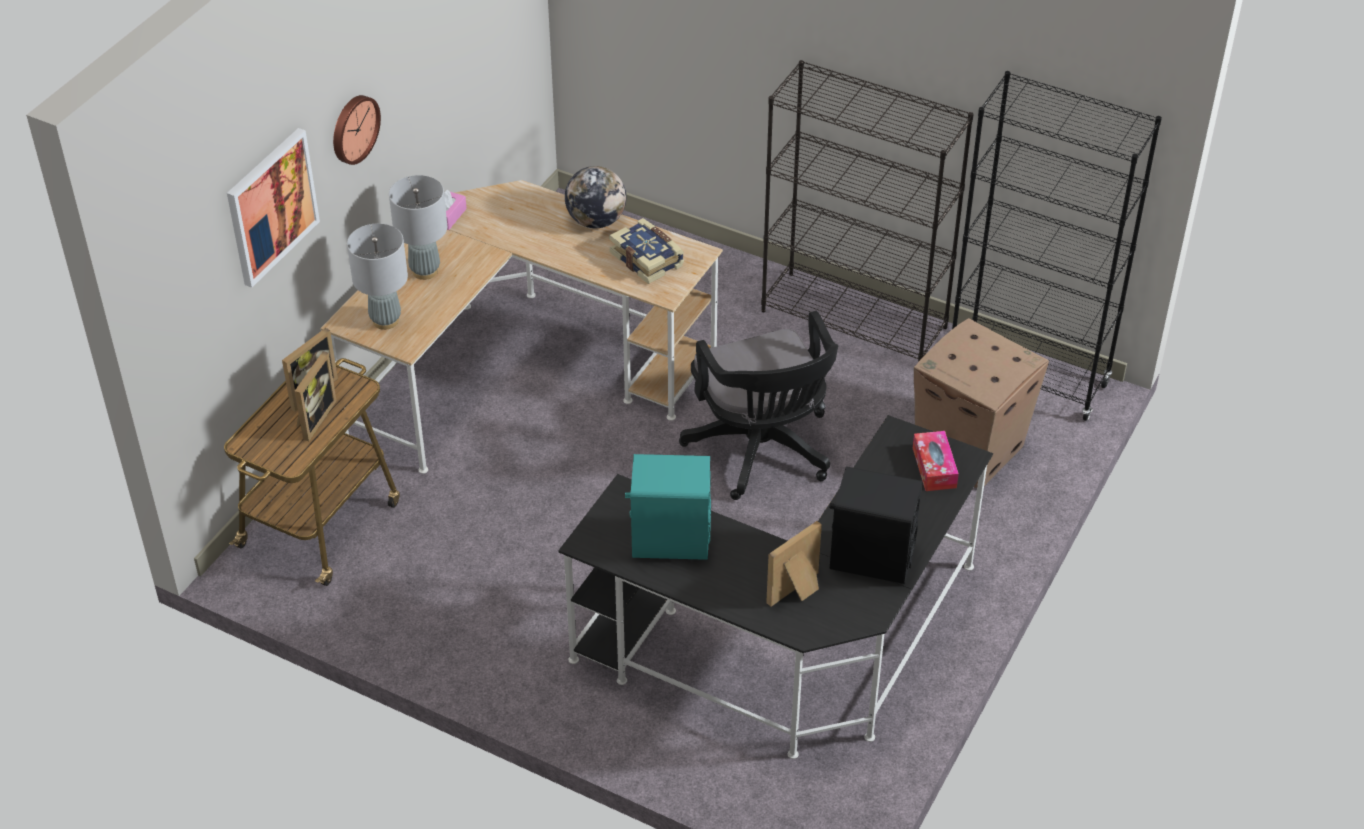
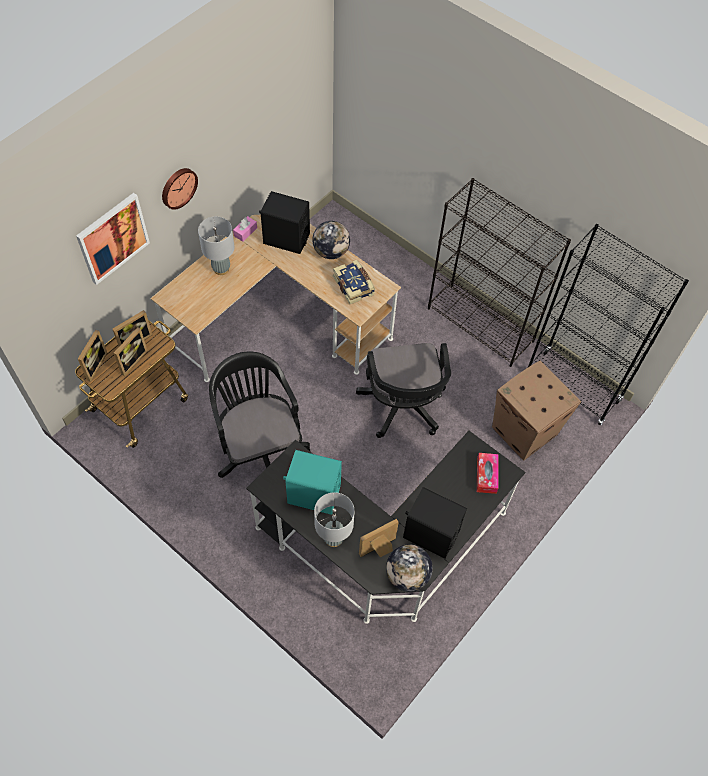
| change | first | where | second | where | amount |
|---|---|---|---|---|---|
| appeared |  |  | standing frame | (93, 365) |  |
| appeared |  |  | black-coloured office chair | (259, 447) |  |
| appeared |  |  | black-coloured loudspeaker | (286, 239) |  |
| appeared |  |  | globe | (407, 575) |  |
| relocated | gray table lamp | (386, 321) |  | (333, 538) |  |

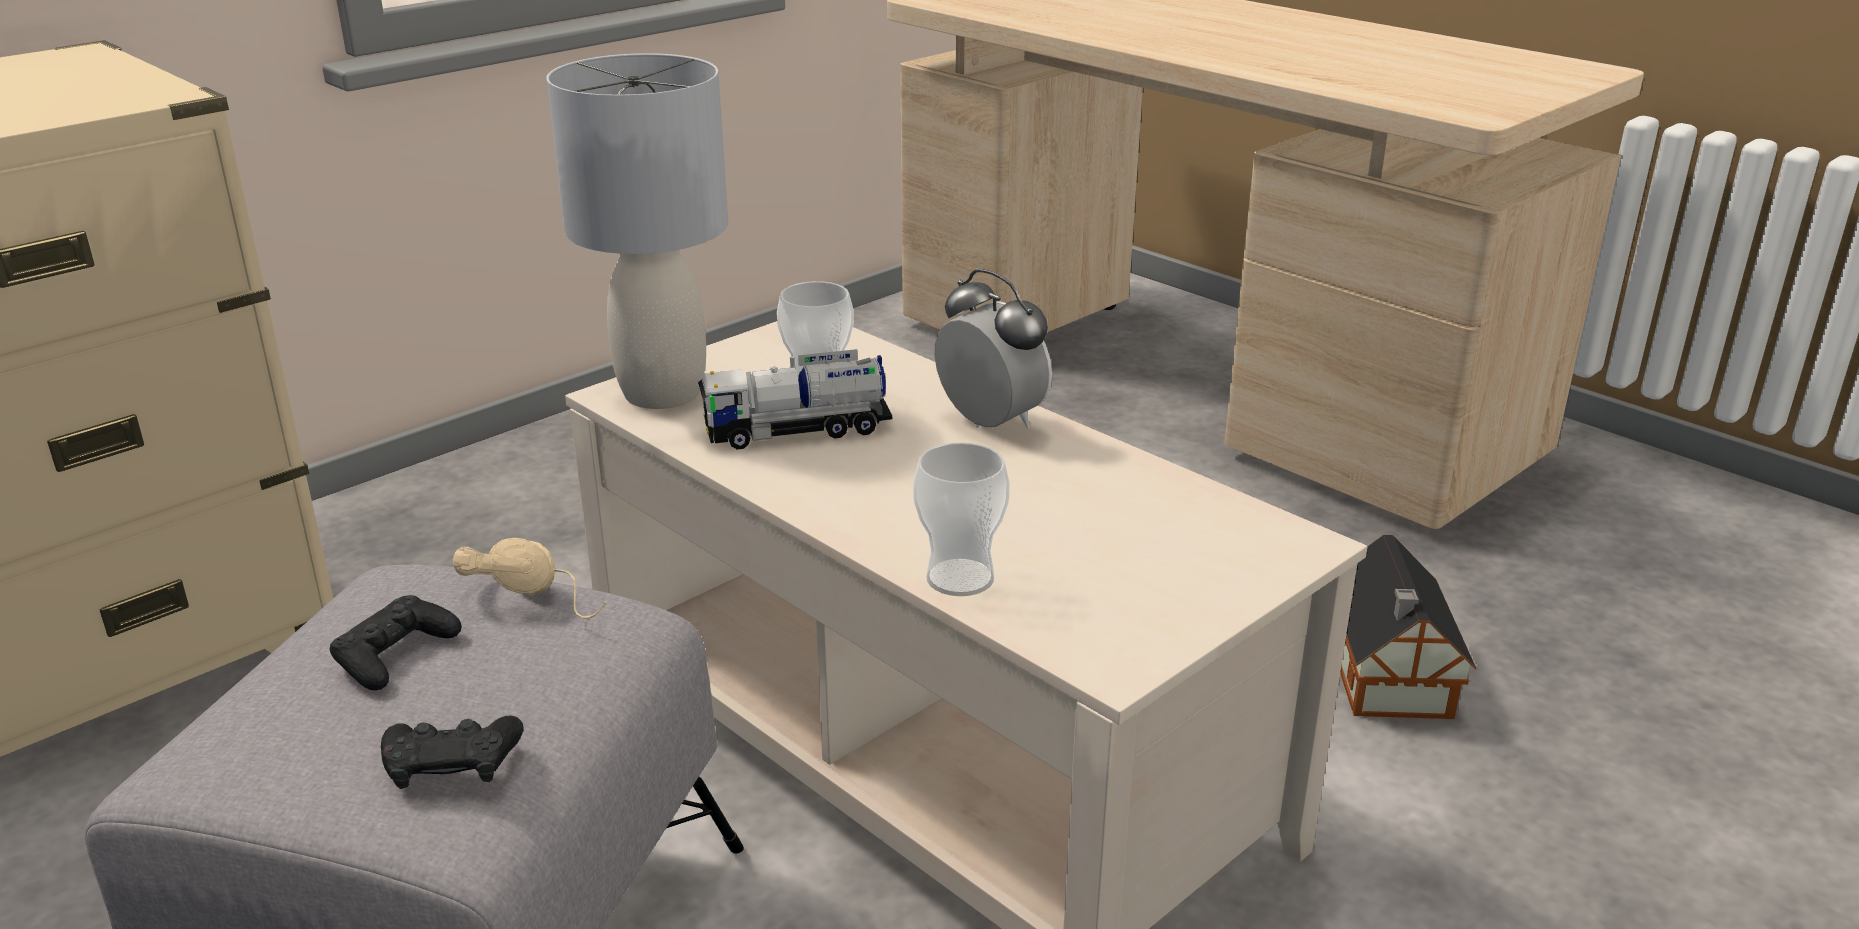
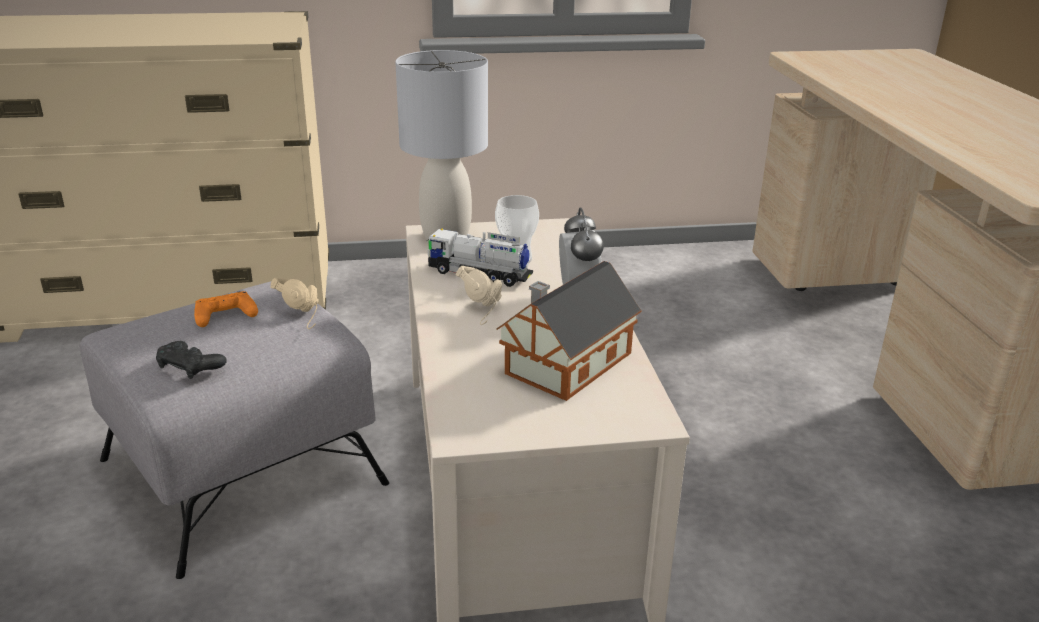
| change | first | where | second | where | amount |
|---|---|---|---|---|---|
| missing | drinking cup | (960, 578) |  |  |  |
| appeared |  |  | beige-coloured pair of headphones | (487, 308) |  |
| relocated | model house | (1387, 677) |  | (564, 365) |  |
| colour | black-coloured gamepad | (395, 655) | orangey gamepad | (225, 316) |  |

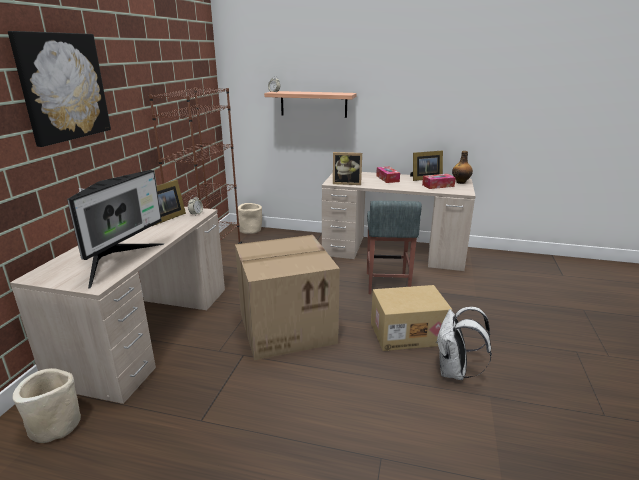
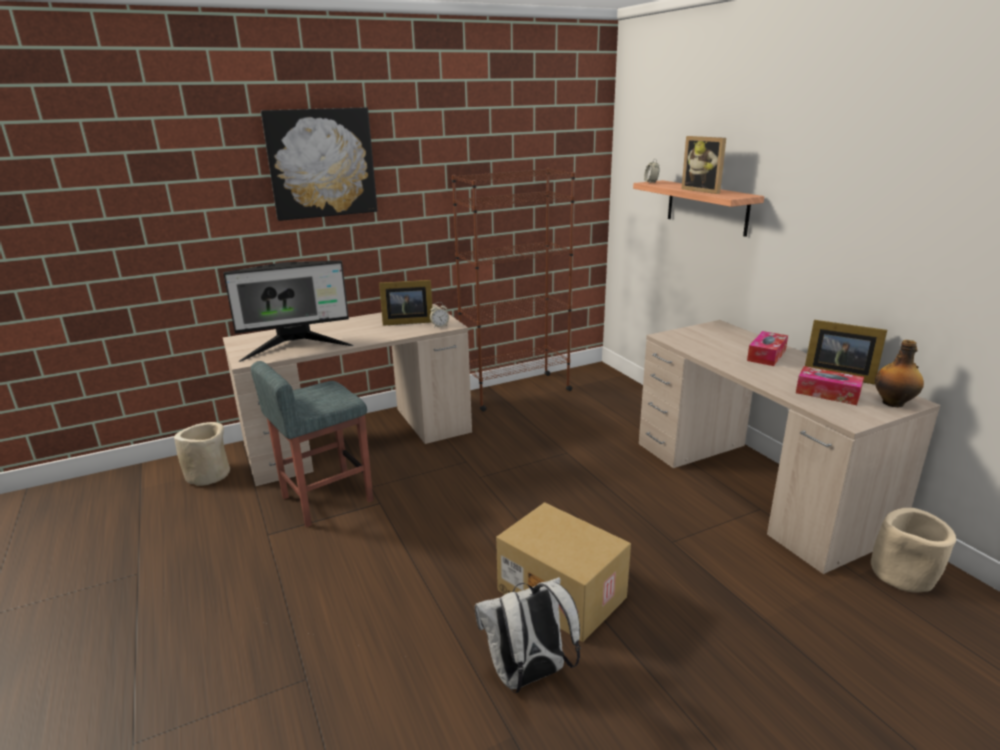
| change | first | where | second | where | amount |
|---|---|---|---|---|---|
| missing | packing box | (287, 326) |  |  |  |
| relocated | beige-coloured plant pot | (250, 230) |  | (902, 576) |  |
| relocated | standing frame | (347, 183) |  | (704, 190) |  |
| relocated | gray sitting stool | (387, 284) |  | (325, 499) |  |

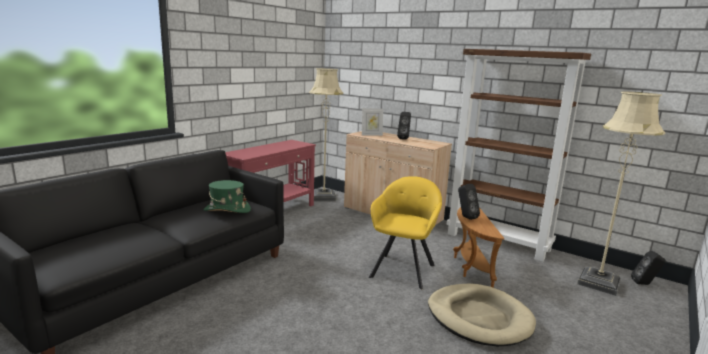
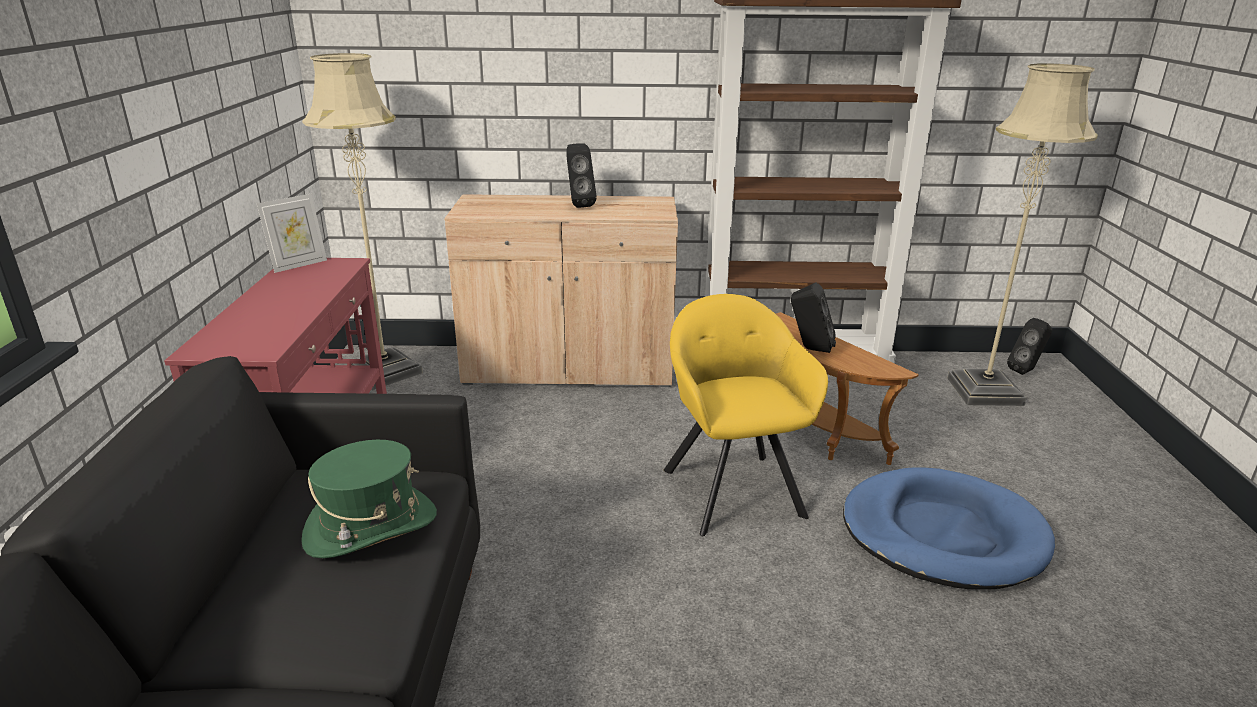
| change | first | where | second | where | amount |
|---|---|---|---|---|---|
| relocated | standing frame | (371, 135) |  | (298, 265) |  |
| colour | beige-coloured dog bed | (479, 318) | blue-coloured dog bed | (942, 534) |  |

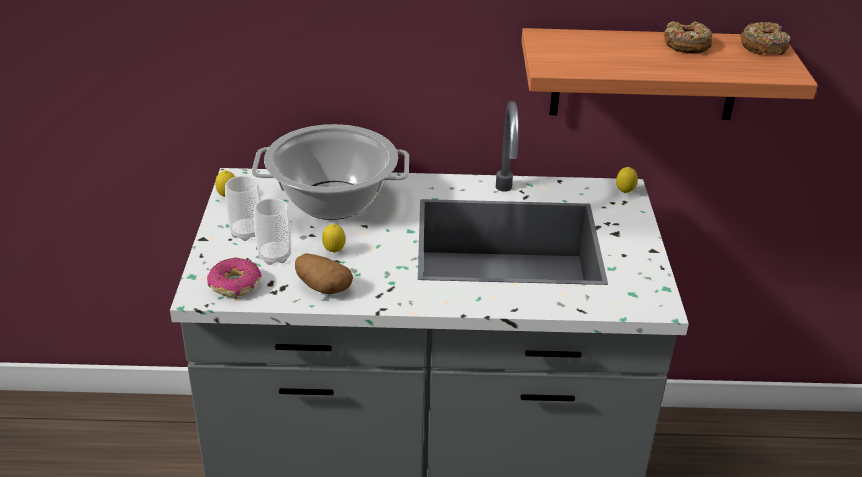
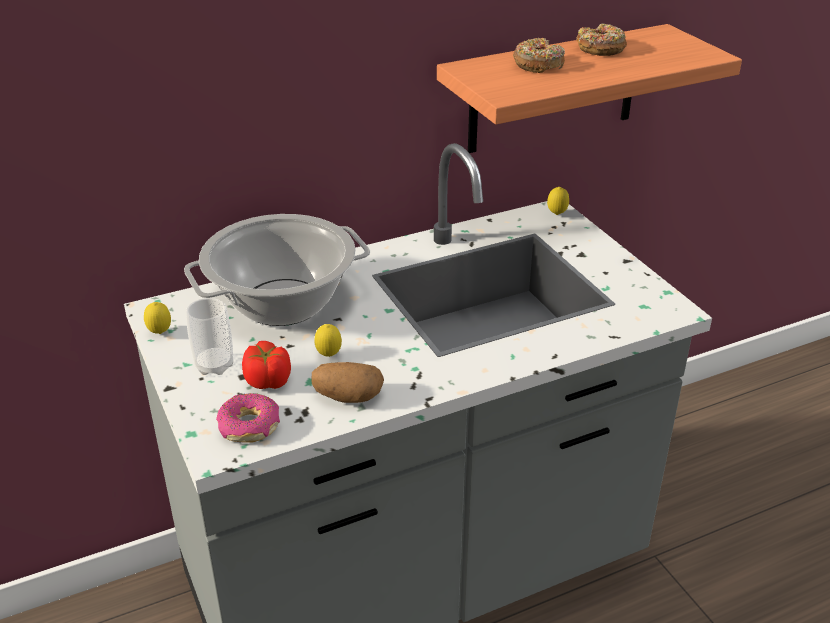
| change | first | where | second | where | amount |
|---|---|---|---|---|---|
| relocated | donut | (763, 46) |  | (538, 64) |  |
| exchanged | drinking cup | (275, 256) | whole tomato | (268, 381) |  |

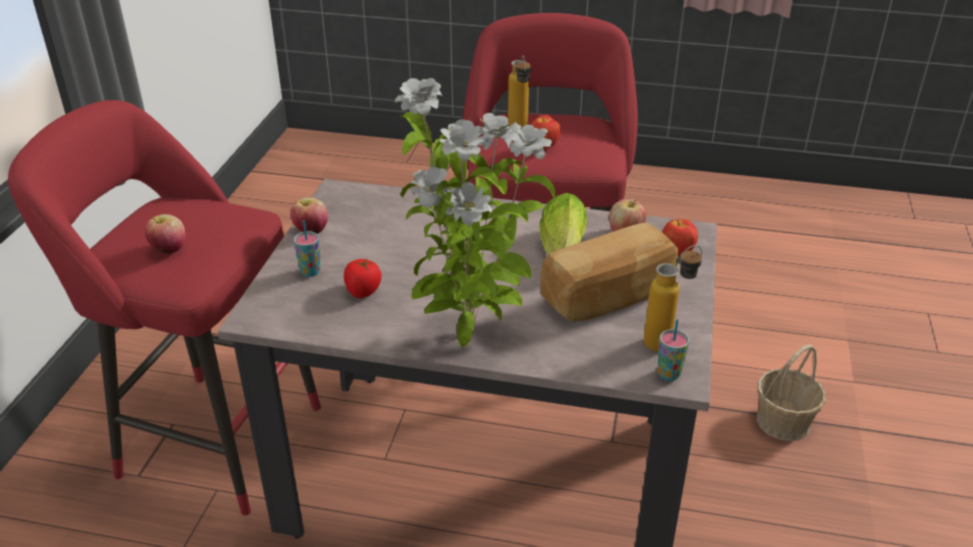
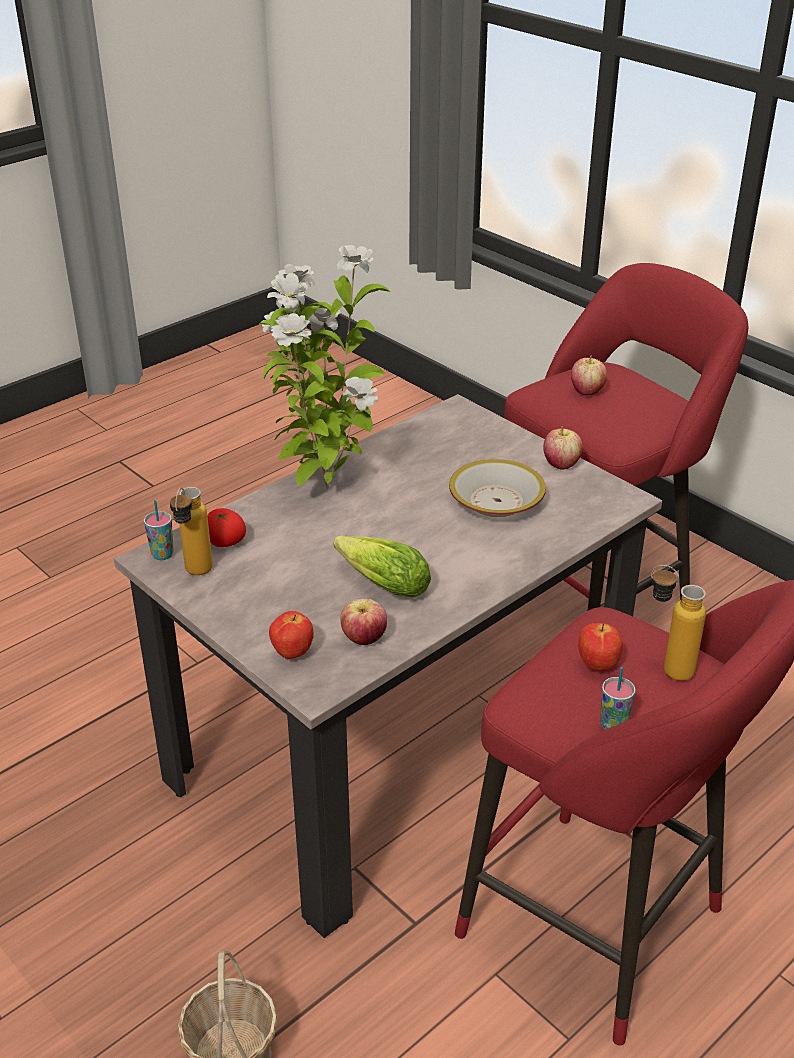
| change | first | where | second | where | amount |
|---|---|---|---|---|---|
| missing | bakery bread | (609, 297) |  |  |  |
| appeared |  |  | deep dish | (497, 502) |  |
| relocated | drinking cup | (310, 272) |  | (613, 726) |  |
| relocated | whole tomato | (363, 291) |  | (225, 542) |  |

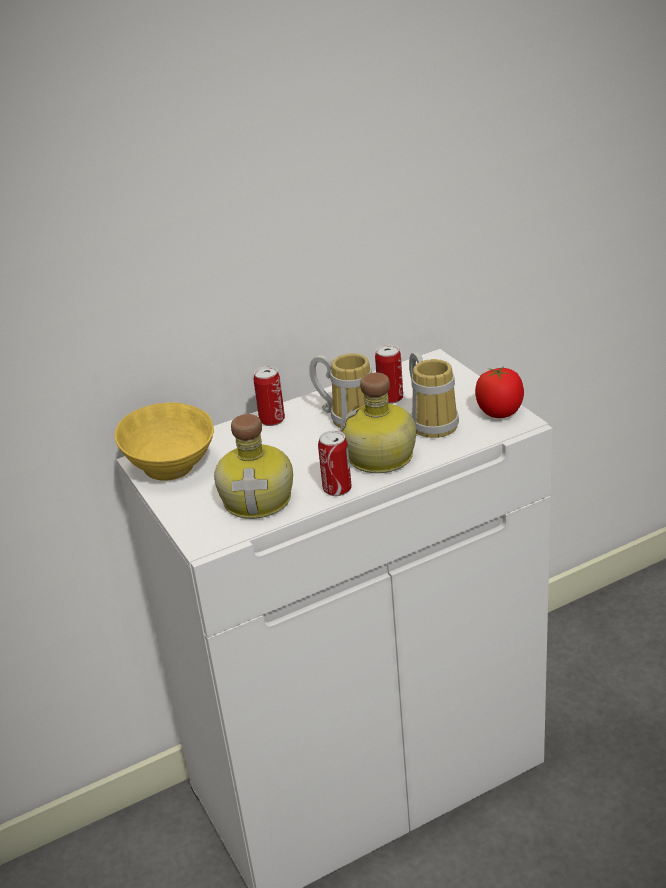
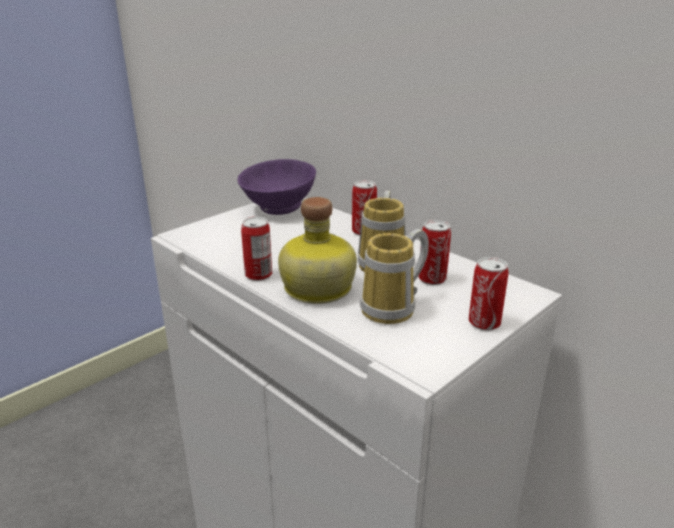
| change | first | where | second | where | amount |
|---|---|---|---|---|---|
| missing | drink bottle | (259, 499) |  |  |  |
| missing | whole tomato | (500, 413) |  |  |  |
| appeared |  |  | metal can | (484, 323) |  |
| colour | yellow-coloured deep dish | (170, 469) | purple deep dish | (277, 208) |  |

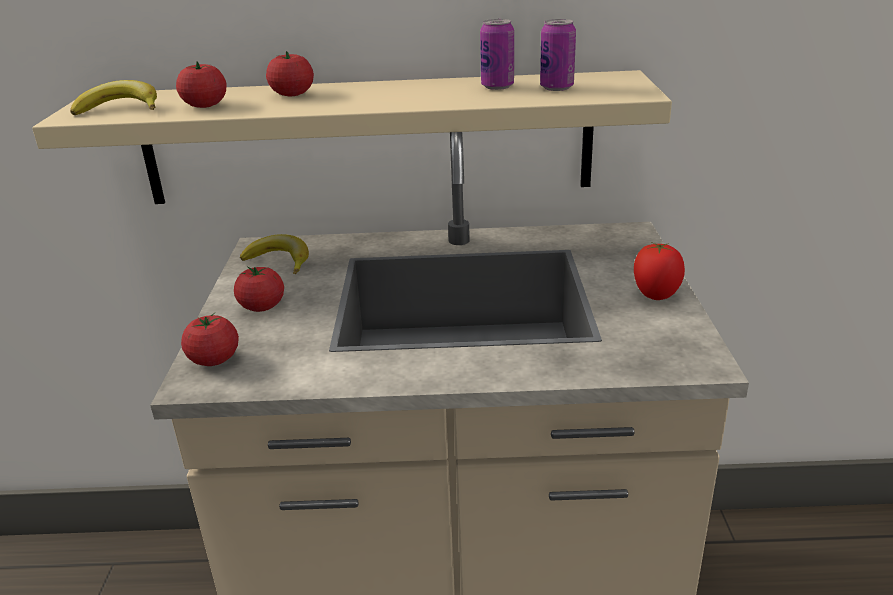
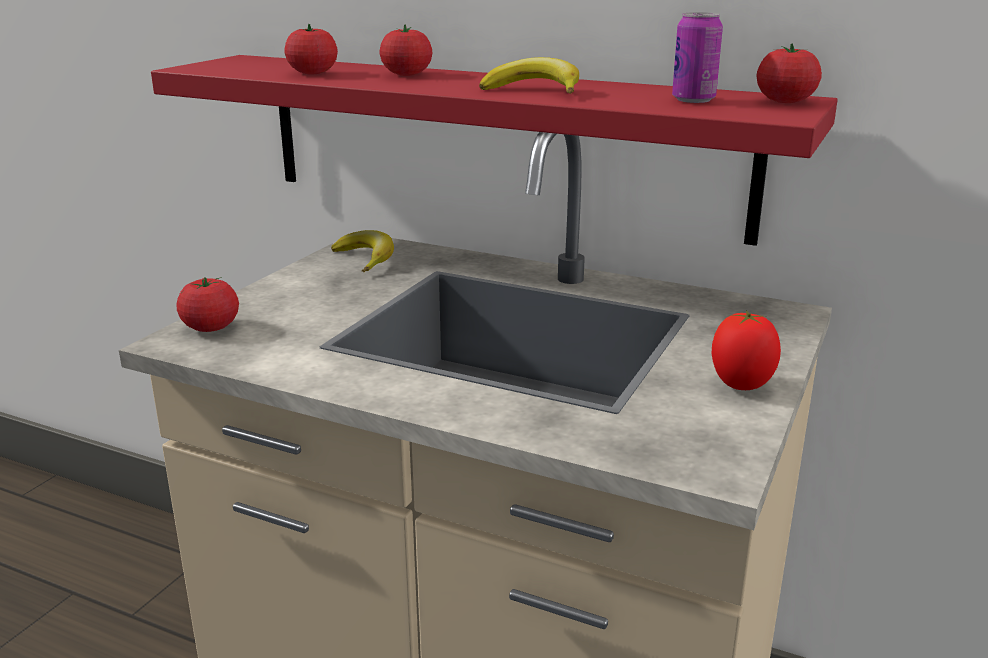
| change | first | where | second | where | amount |
|---|---|---|---|---|---|
| missing | metal can | (497, 86) |  |  |  |
| relocated | whole banana | (121, 109) |  | (534, 91) |  |
| relocated | whole tomato | (262, 306) |  | (785, 101) |  |
| colour | beige-coloured shelf | (367, 139) | reddish shelf | (496, 142) |  |

